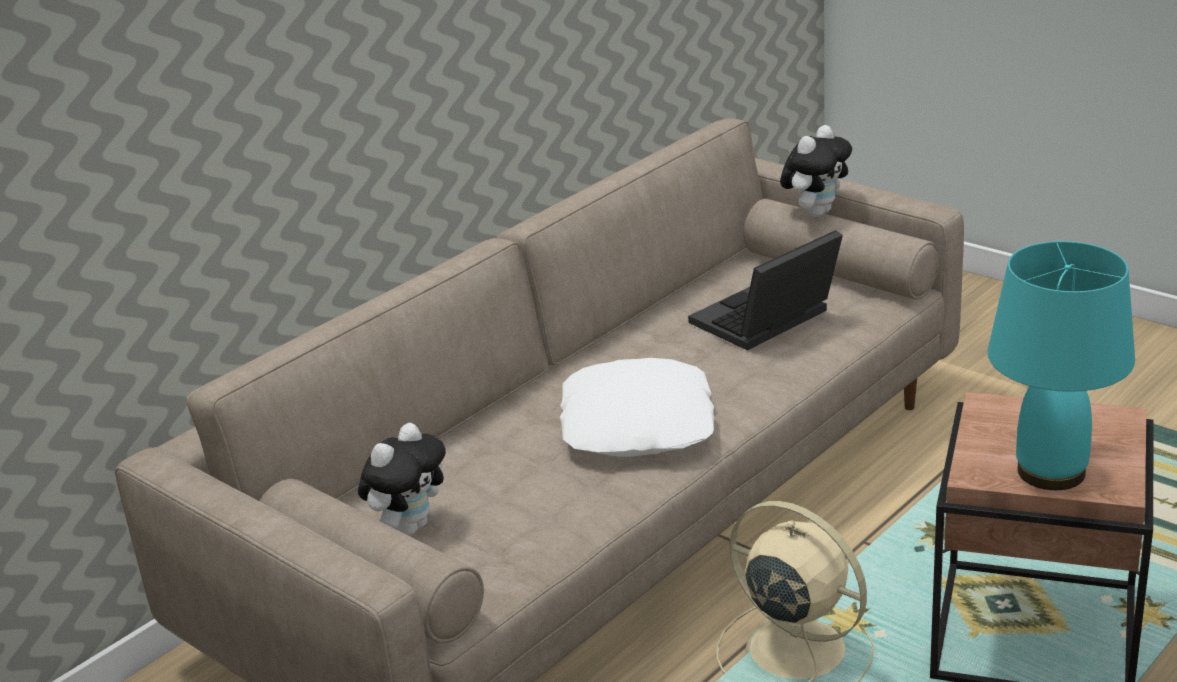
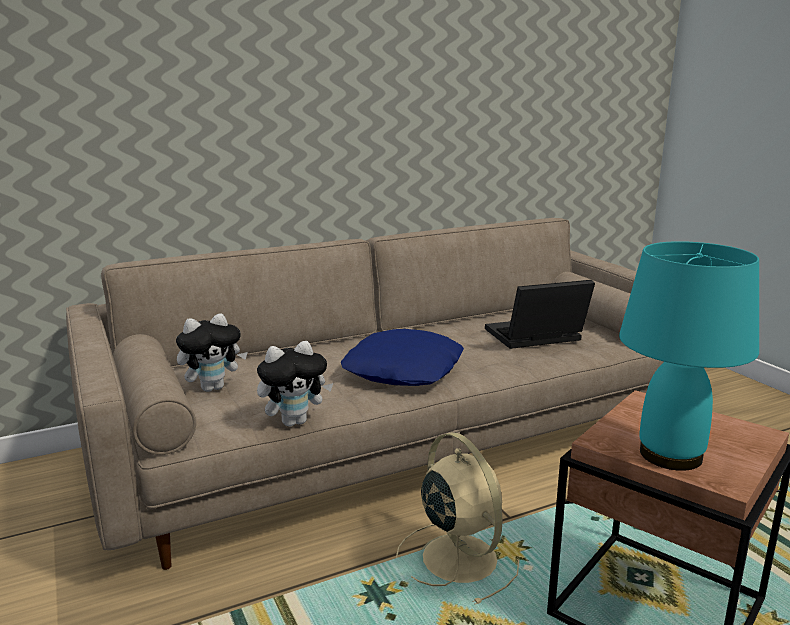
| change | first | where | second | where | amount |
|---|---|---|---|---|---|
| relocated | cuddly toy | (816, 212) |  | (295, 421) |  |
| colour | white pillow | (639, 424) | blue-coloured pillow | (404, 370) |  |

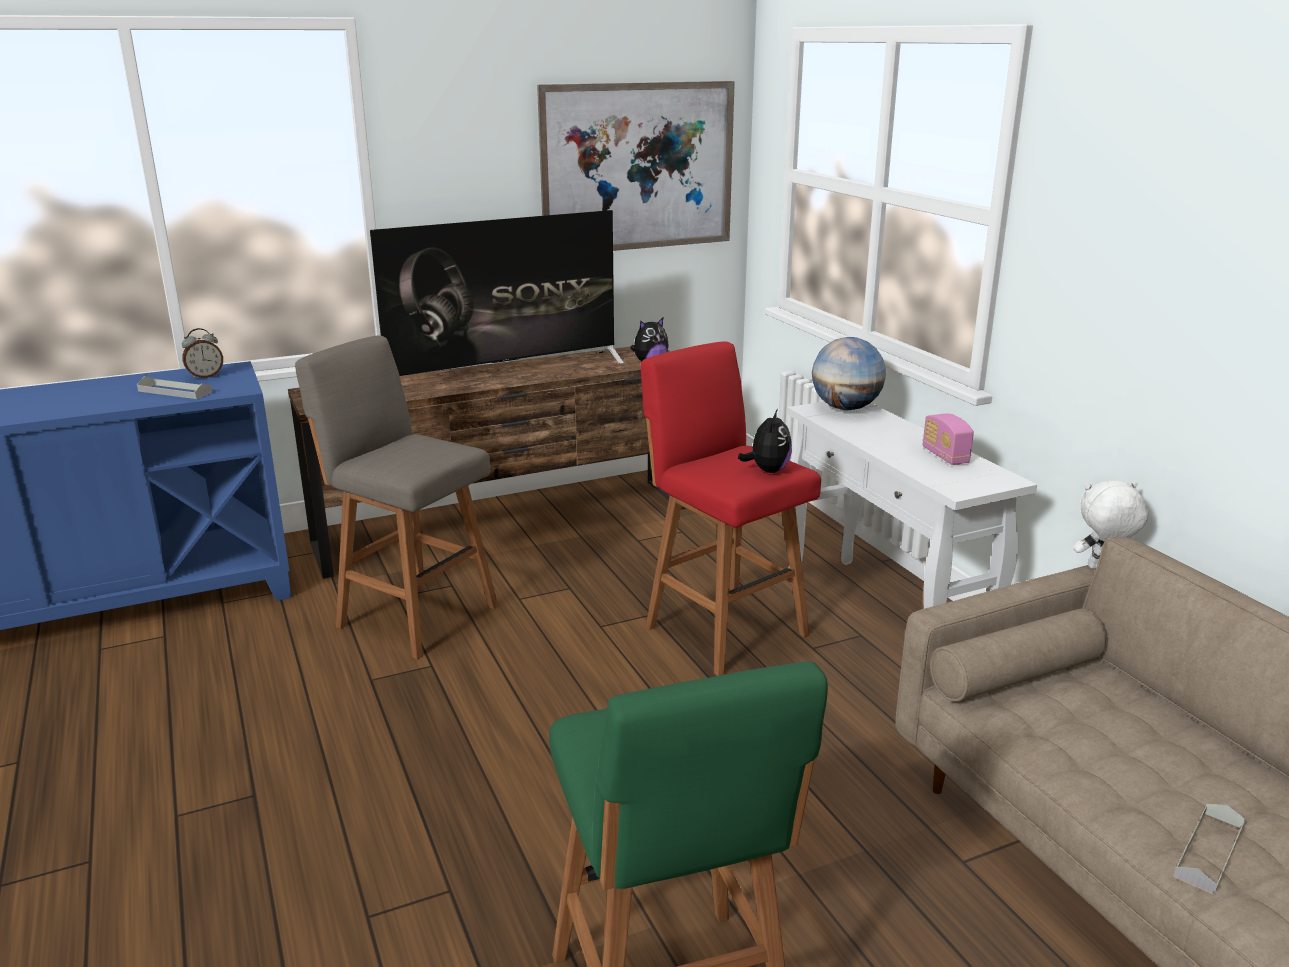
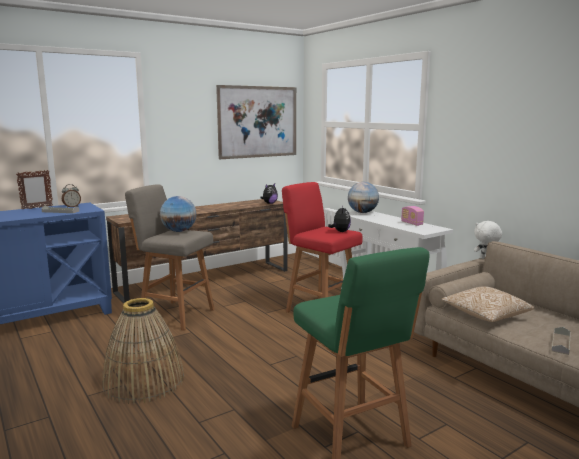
| change | first | where | second | where | amount |
|---|---|---|---|---|---|
| missing | television | (505, 373) |  |  |  |
| appeared |  |  | standing frame | (37, 208) |  |
| appeared |  |  | basket | (144, 381) |  |
| appeared |  |  | globe | (178, 231) |  |
| appeared |  |  | pillow | (485, 315) |  |

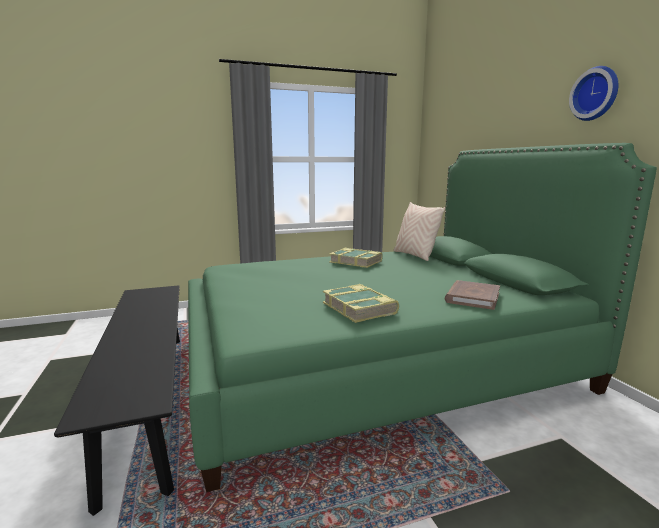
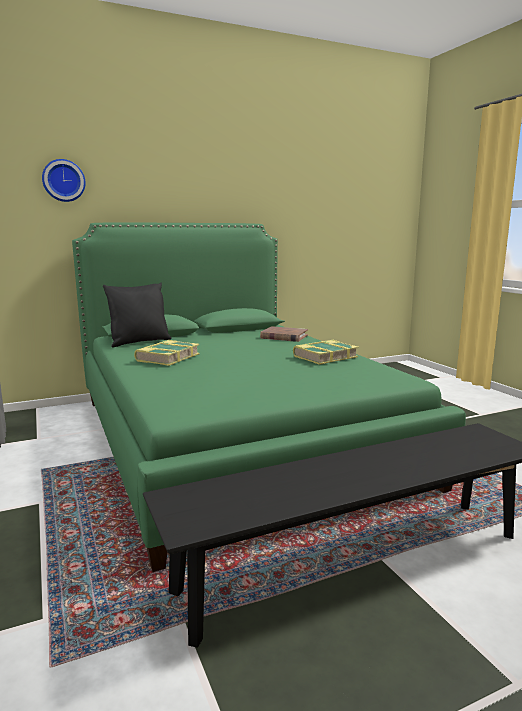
| change | first | where | second | where | amount |
|---|---|---|---|---|---|
| relocated | clock on the wall | (596, 94) |  | (63, 180) |  |
| colour | beige-coloured pillow | (415, 255) | black-coloured pillow | (139, 342) |  |

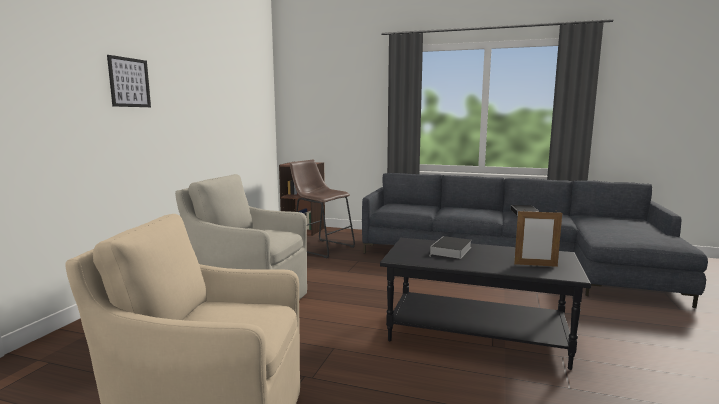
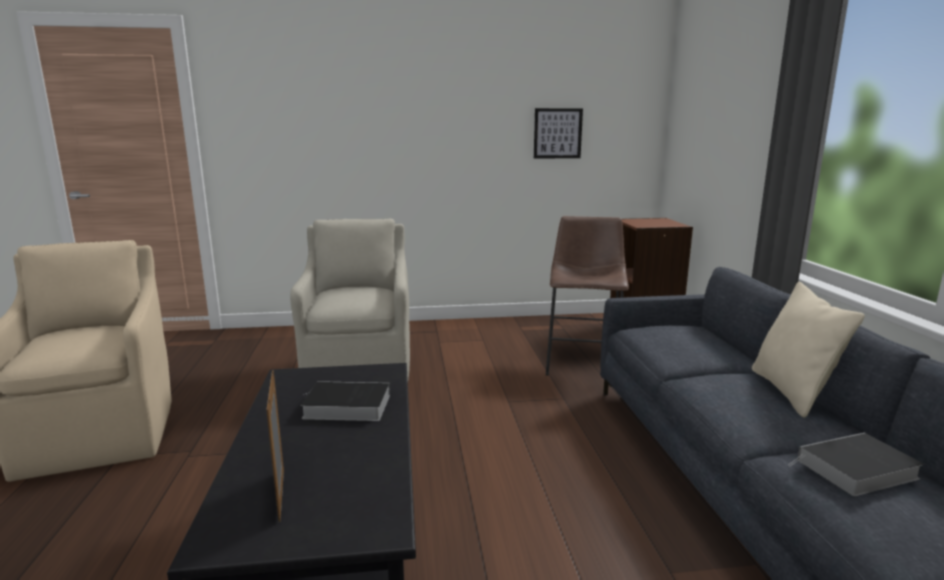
| change | first | where | second | where | amount |
|---|---|---|---|---|---|
| appeared |  |  | beige-coloured pillow | (792, 392) |  |
| relocated | wall art | (129, 82) |  | (557, 133) |  |

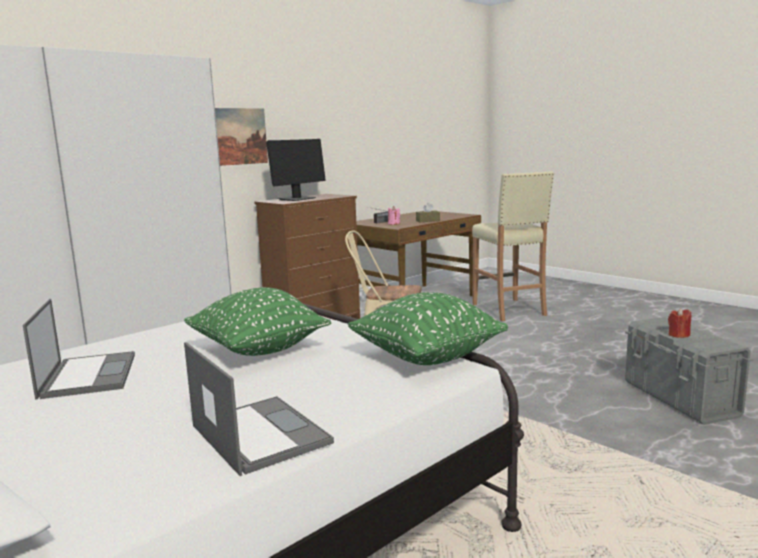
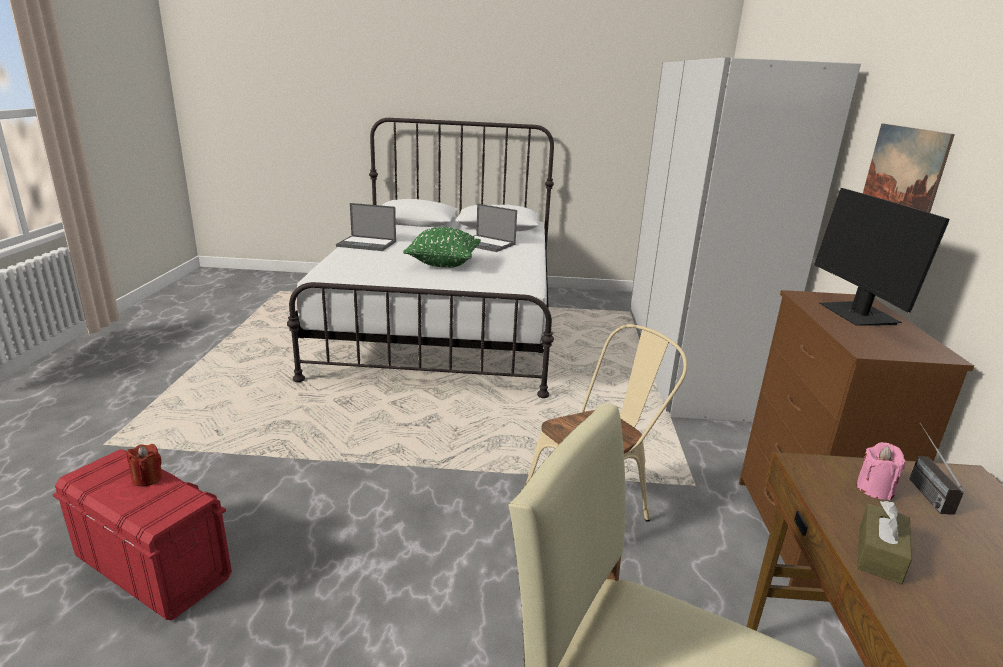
| change | first | where | second | where | amount |
|---|---|---|---|---|---|
| missing | green pillow | (426, 357) |  |  |  |
| colour | gray storage box | (680, 399) | reddish storage box | (153, 567) |  |

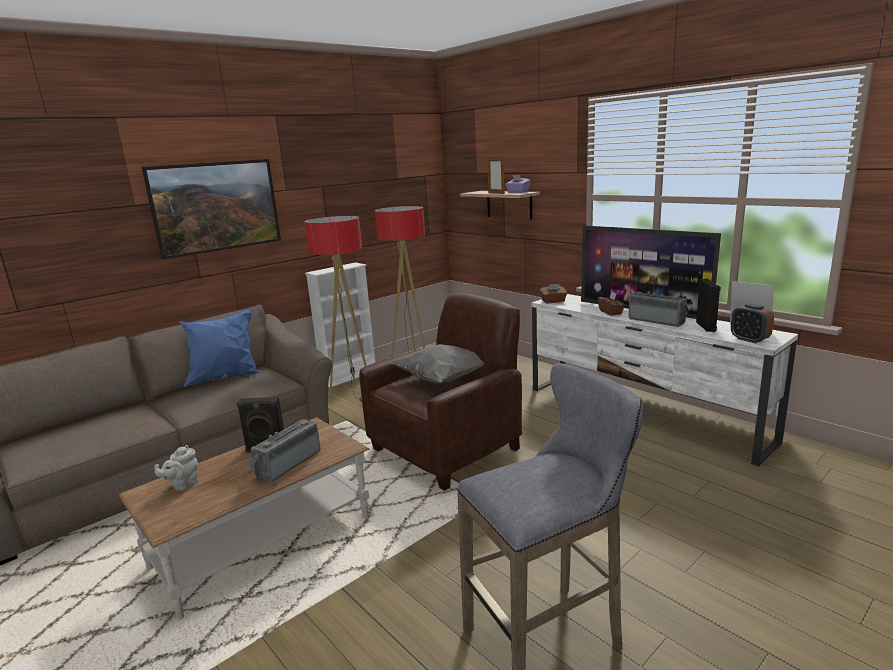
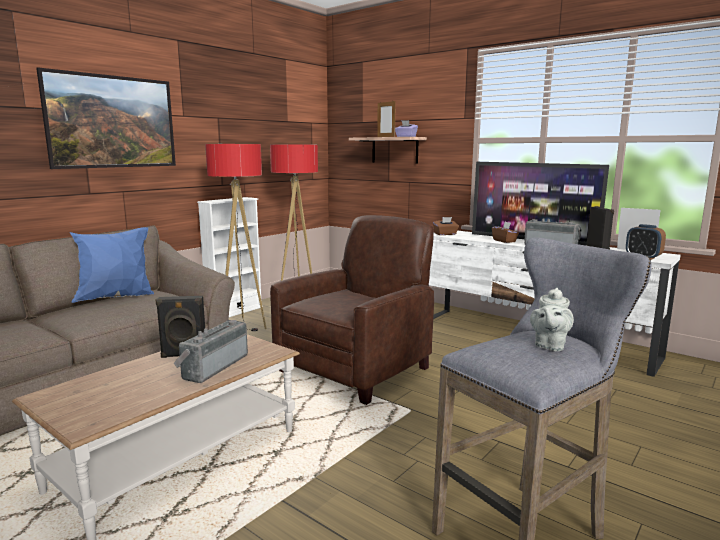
| change | first | where | second | where | amount |
|---|---|---|---|---|---|
| missing | gray pillow | (442, 380) |  |  |  |
| relocated | gray tea pot | (183, 485) |  | (549, 345) |  |

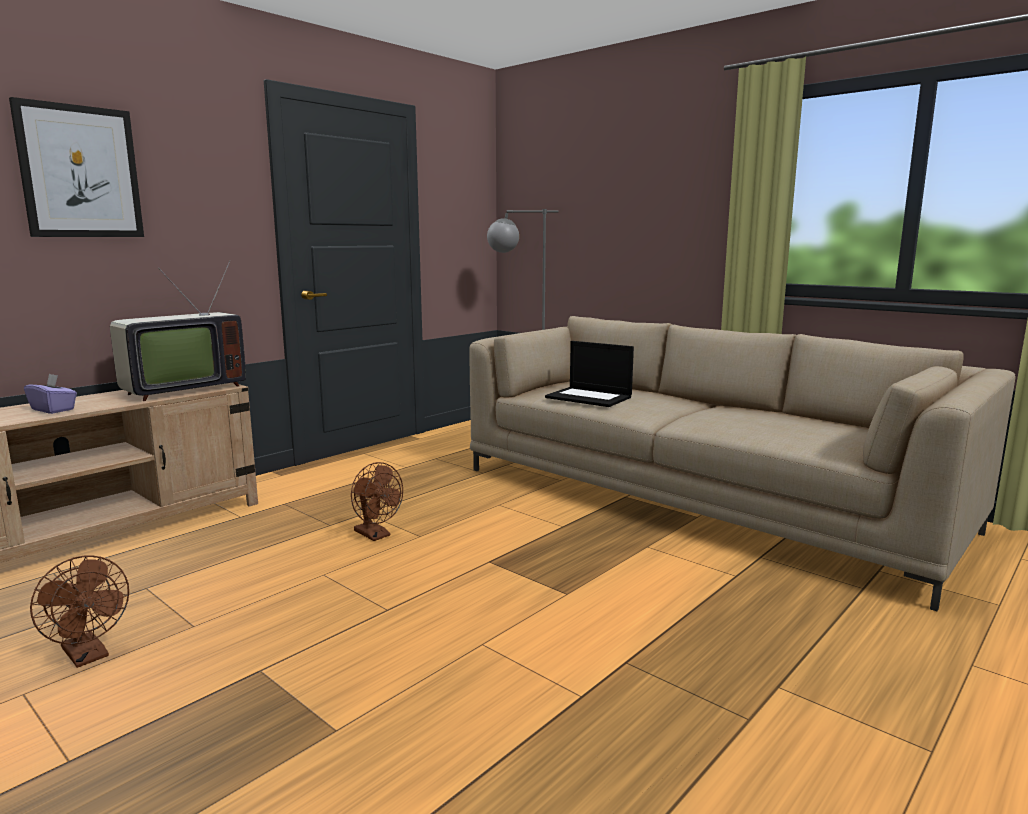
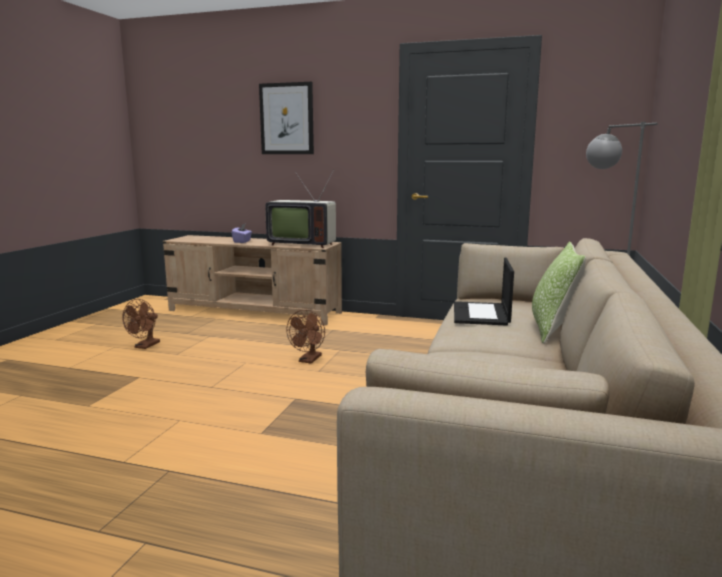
| change | first | where | second | where | amount |
|---|---|---|---|---|---|
| appeared |  |  | pillow | (552, 330) |  |

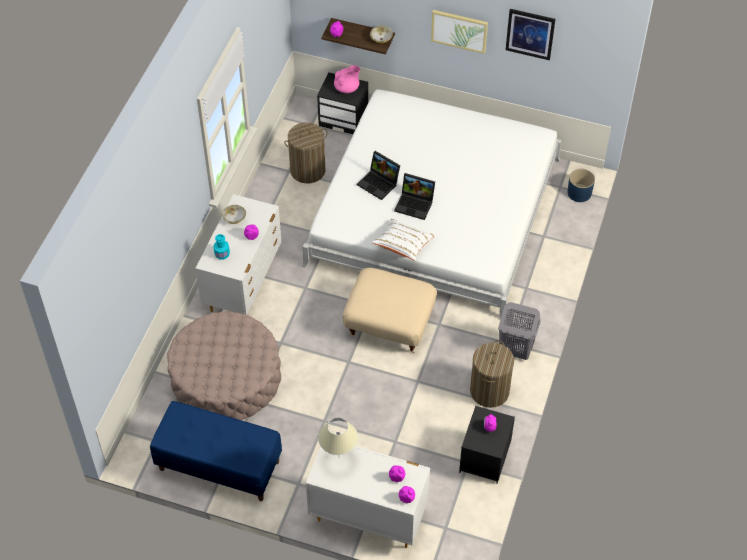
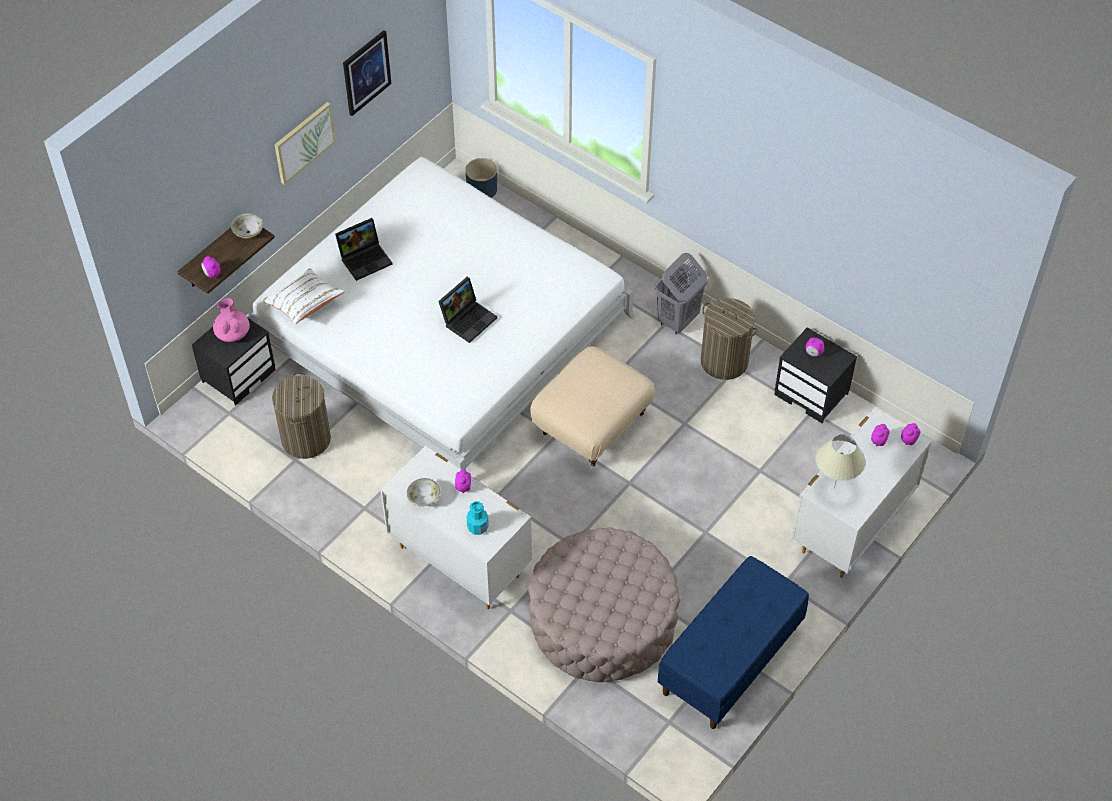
| change | first | where | second | where | amount |
|---|---|---|---|---|---|
| relocated | portable computer | (379, 183) |  | (365, 258) |  |
| relocated | white pillow | (403, 245) |  | (304, 304) |  |

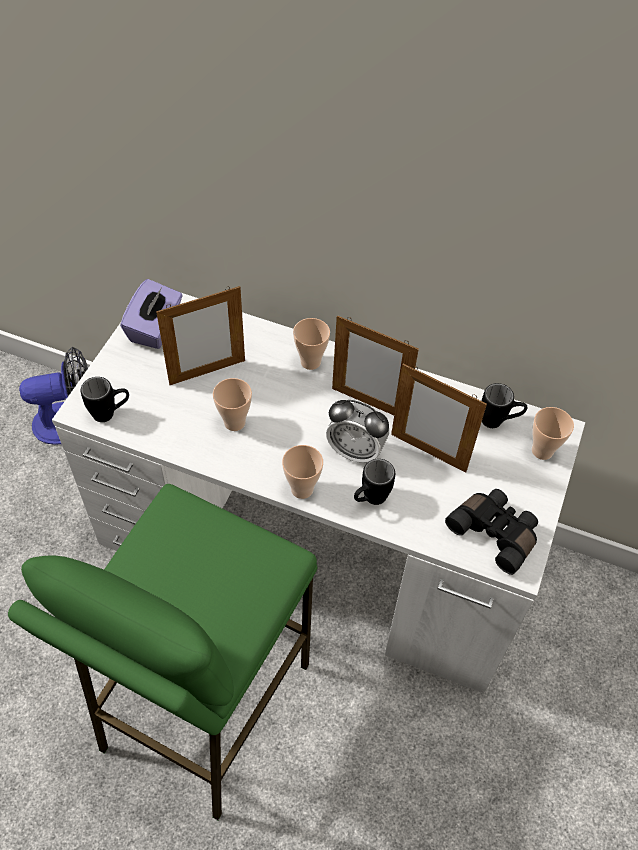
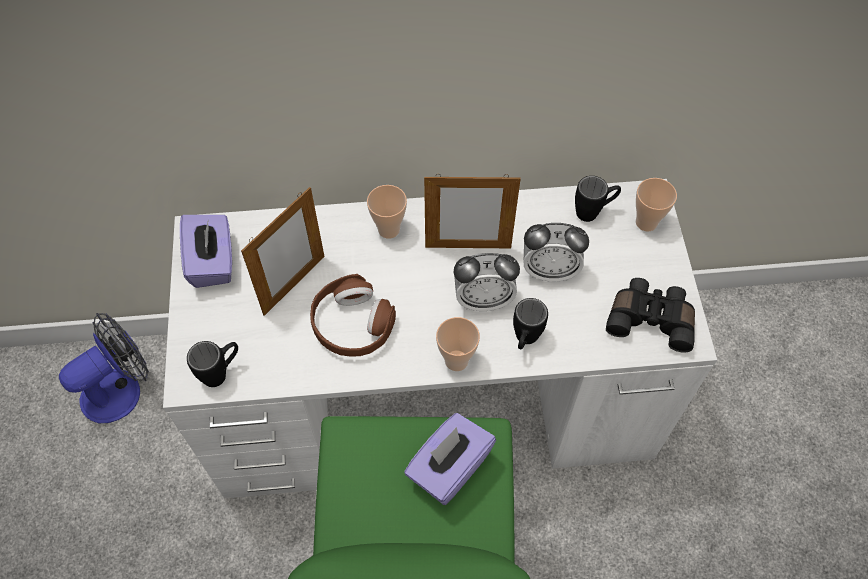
| change | first | where | second | where | amount |
|---|---|---|---|---|---|
| appeared |  |  | purple box of tissues | (449, 468) |  |
| exchanged | drinking cup | (234, 422) | brown-coloured pair of headphones | (352, 324) |  |
| exchanged | standing frame | (428, 452) | alarm clock | (549, 270) |  |

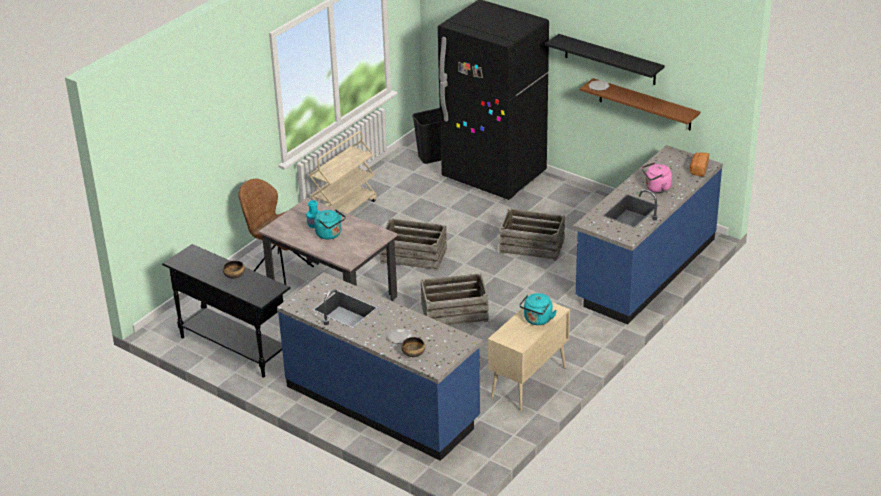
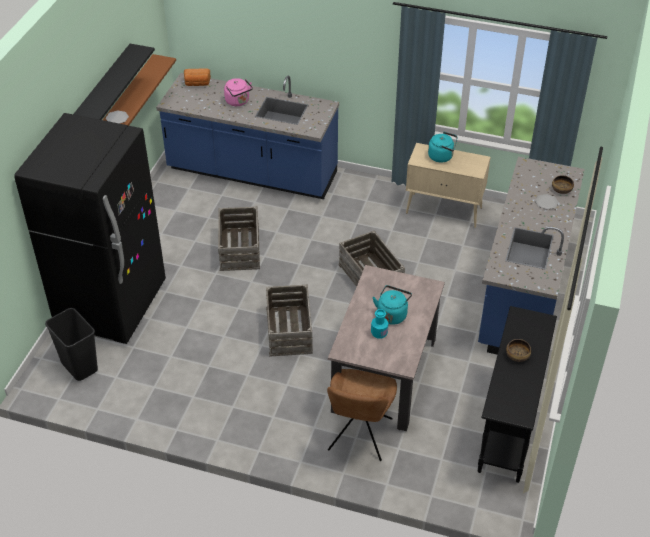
| change | first | where | second | where | amount |
|---|---|---|---|---|---|
| missing | beige-coloured wheeled cart | (344, 211) |  |  |  |

